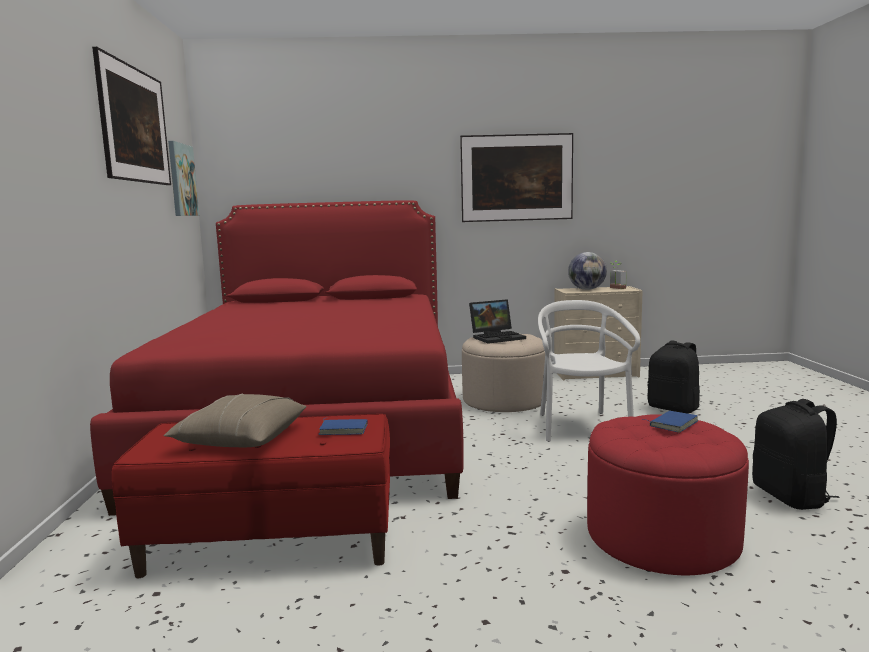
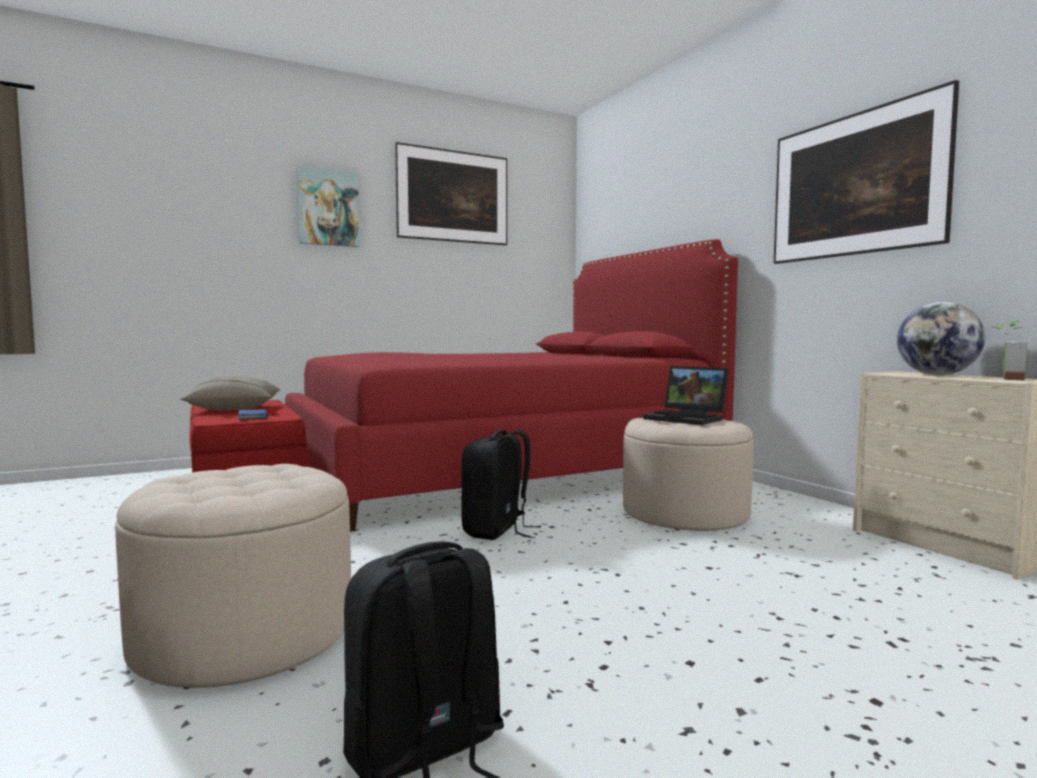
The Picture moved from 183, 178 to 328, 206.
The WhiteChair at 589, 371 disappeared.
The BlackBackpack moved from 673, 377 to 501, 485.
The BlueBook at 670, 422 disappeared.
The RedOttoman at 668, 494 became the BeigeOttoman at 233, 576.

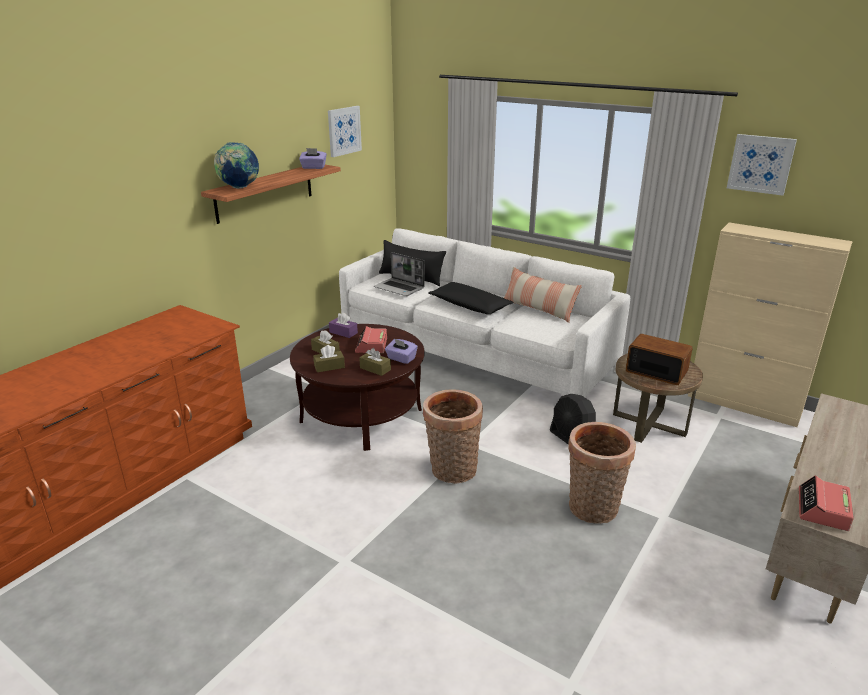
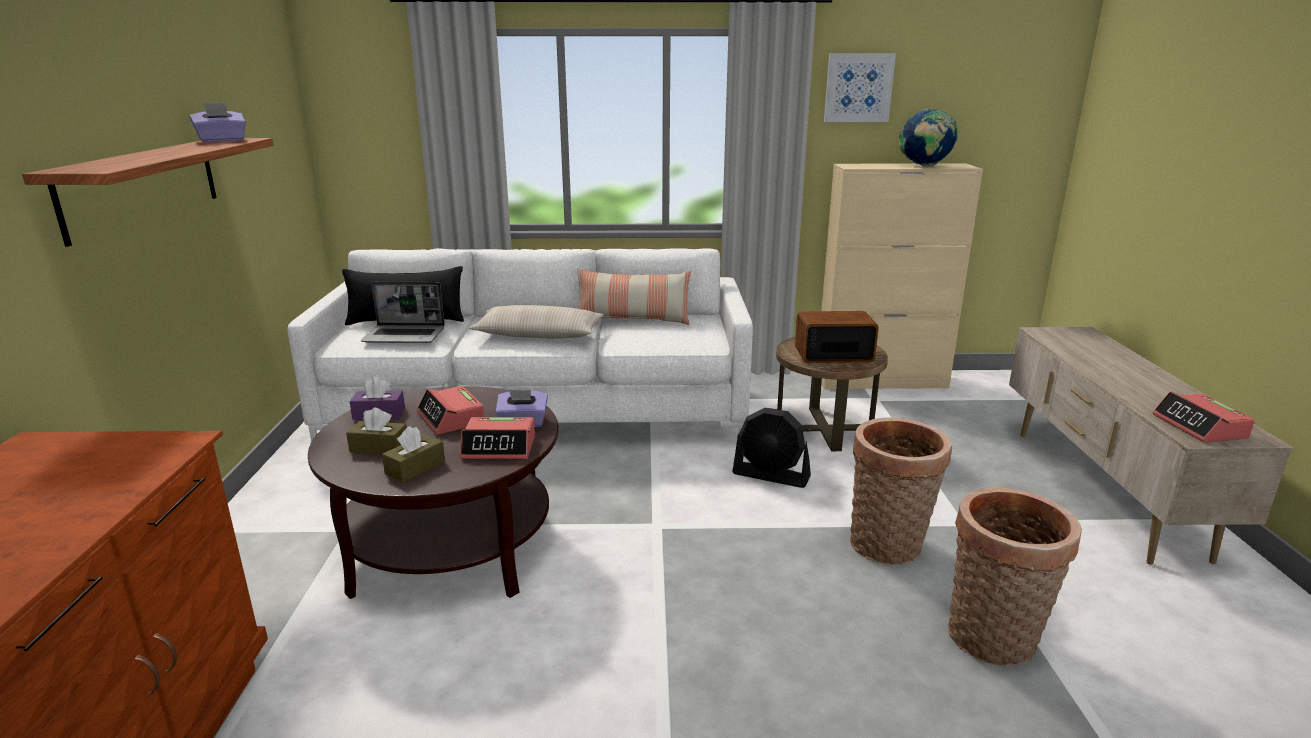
The Picture at 345, 131 disappeared.
The Globe moved from 236, 165 to 928, 137.
The BlackPillow at 471, 298 became the BeigePillow at 536, 322.
The BrownTissueBox at 375, 362 was replaced by the AlarmClock at 497, 438.
The Basket moved from 453, 436 to 1015, 576.

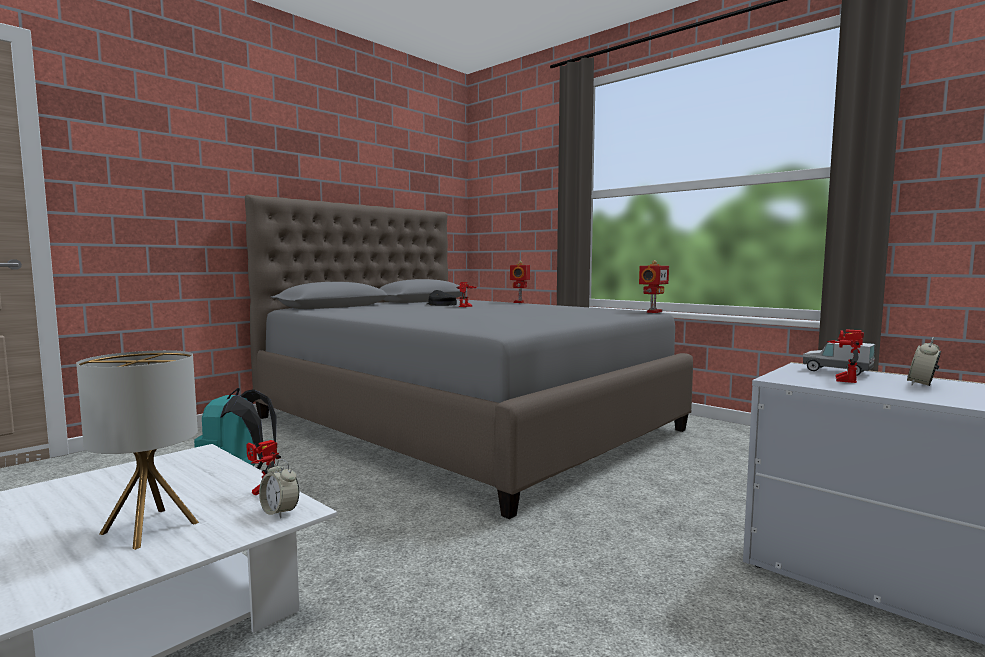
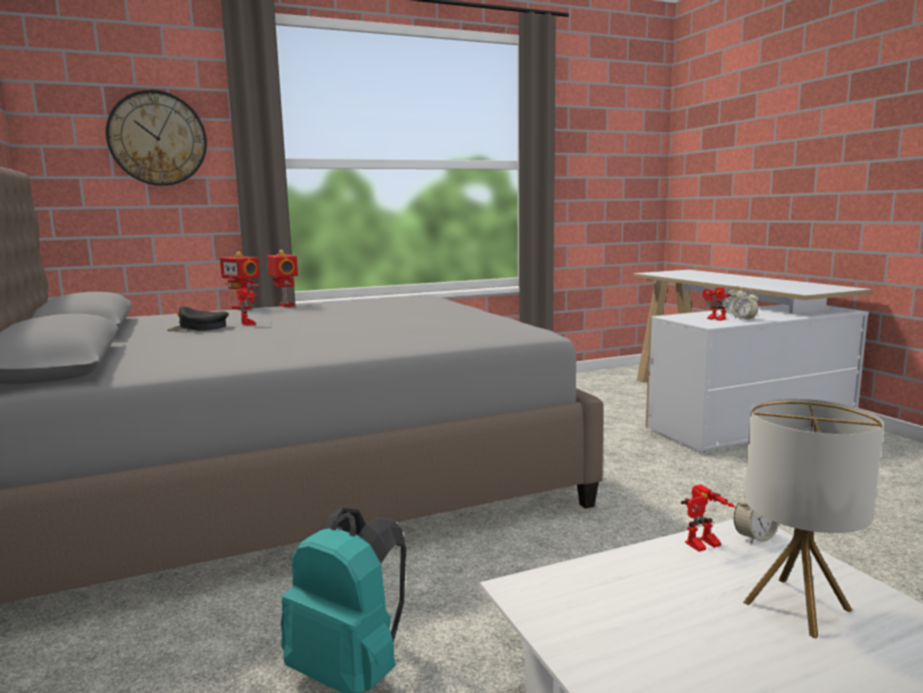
The ToyRobot moved from 654, 286 to 282, 278.
The ToyTruck at 839, 359 disappeared.
The WallClock at 156, 138 appeared.
The AlarmClock at 745, 304 appeared.

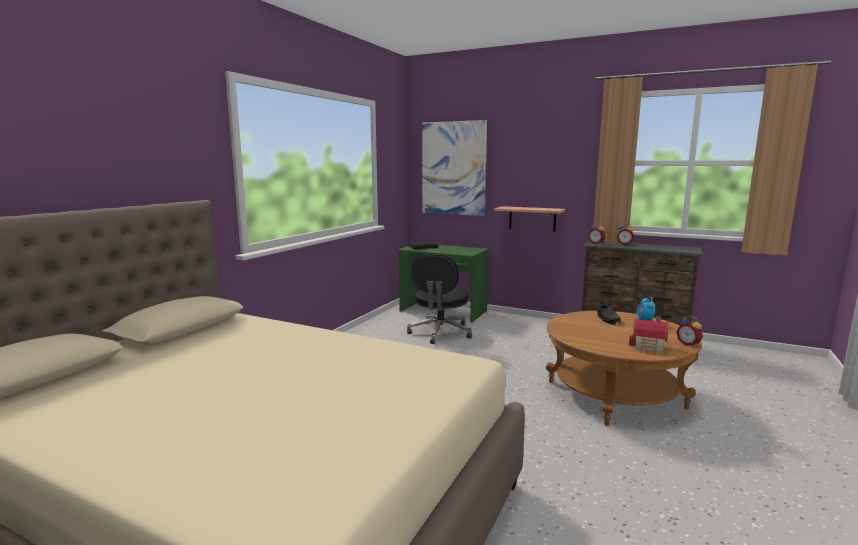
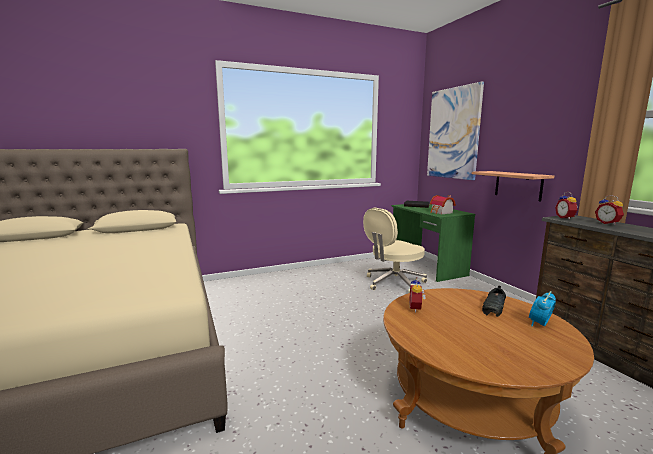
The BlackOfficeChair at 439, 299 became the BeigeOfficeChair at 395, 250.
The ToyHouse moved from 649, 335 to 443, 204.
The AlarmClock moved from 689, 331 to 418, 294.

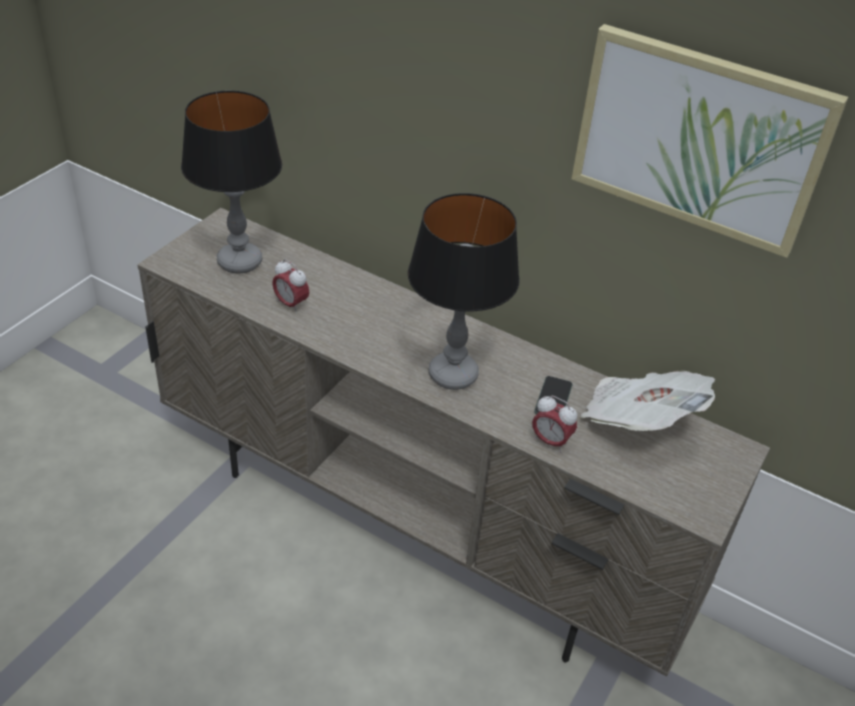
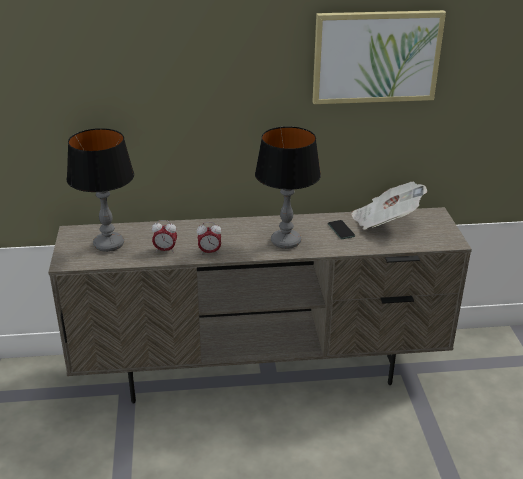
The AlarmClock moved from 554, 424 to 209, 238.

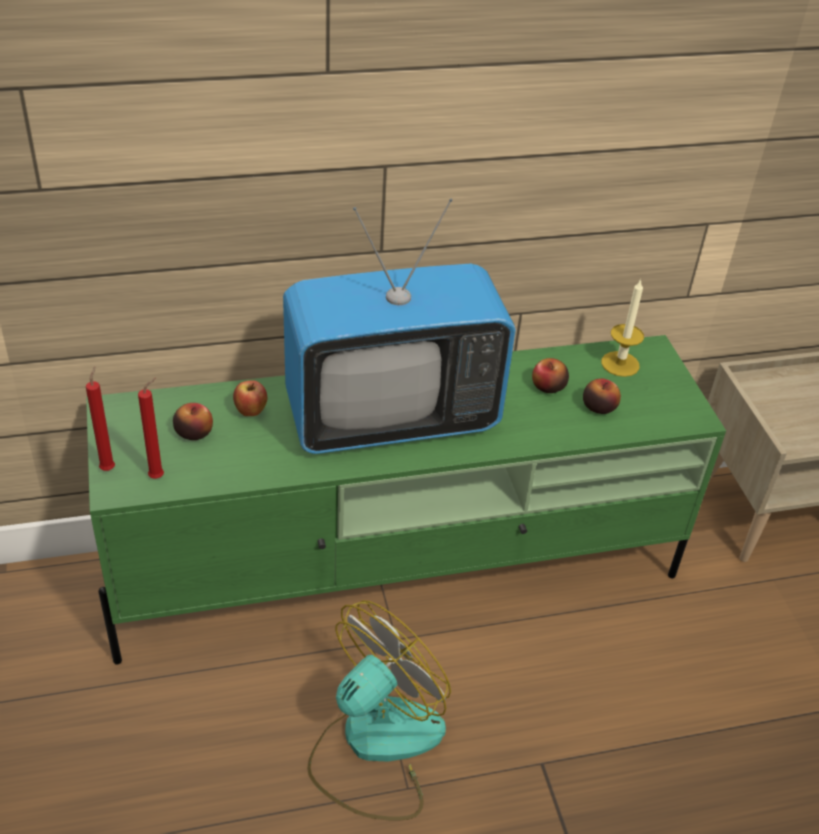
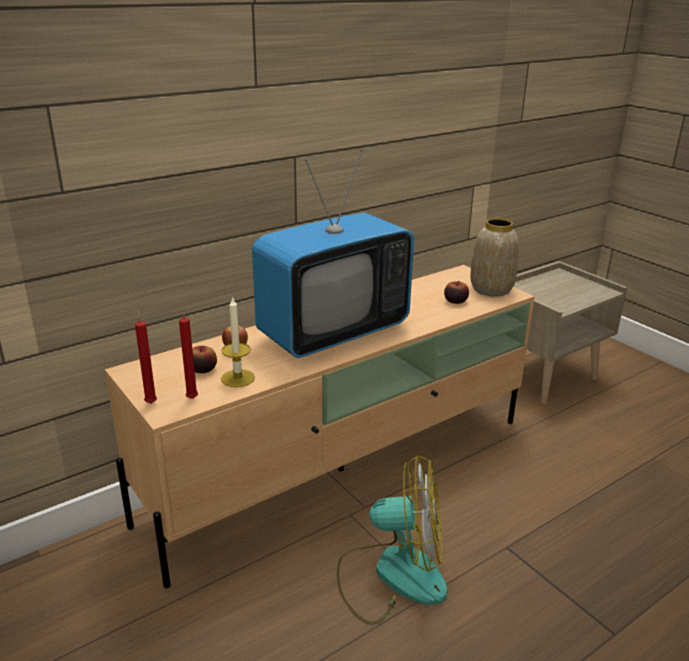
The Candle moved from 622, 328 to 238, 341.
The GreenTvStand at 406, 499 became the BeigeTvStand at 320, 426.
The Apple at 550, 375 disappeared.
The Fan at 379, 710 turned 75 degrees clockwise.
The Vase at 494, 257 appeared.

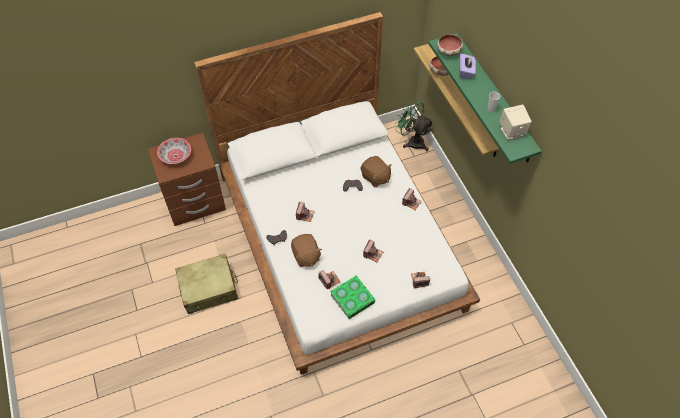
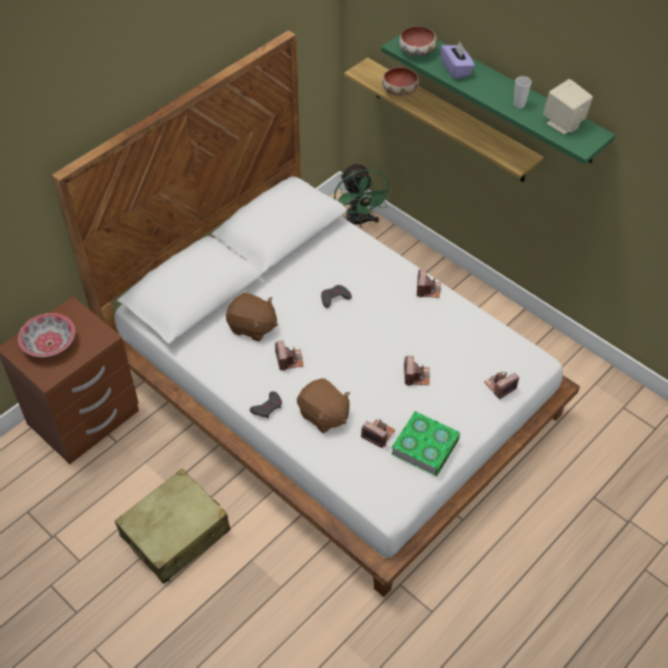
The GreenFan at 414, 125 turned 120 degrees counterclockwise.
The BrownPlushToy moved from 376, 171 to 252, 317.

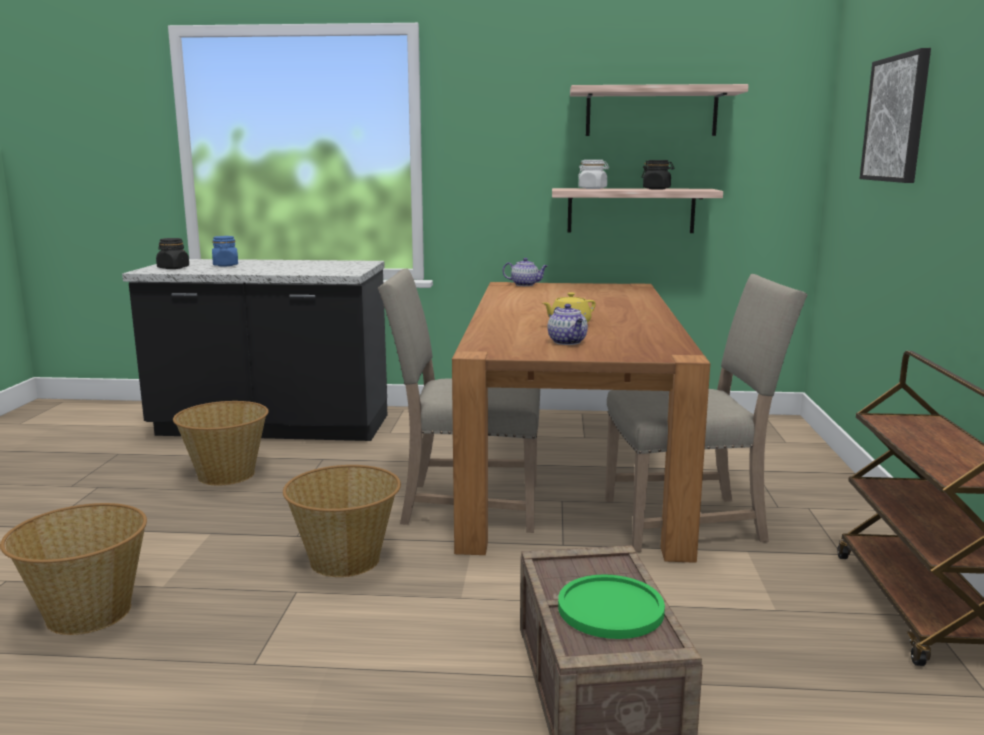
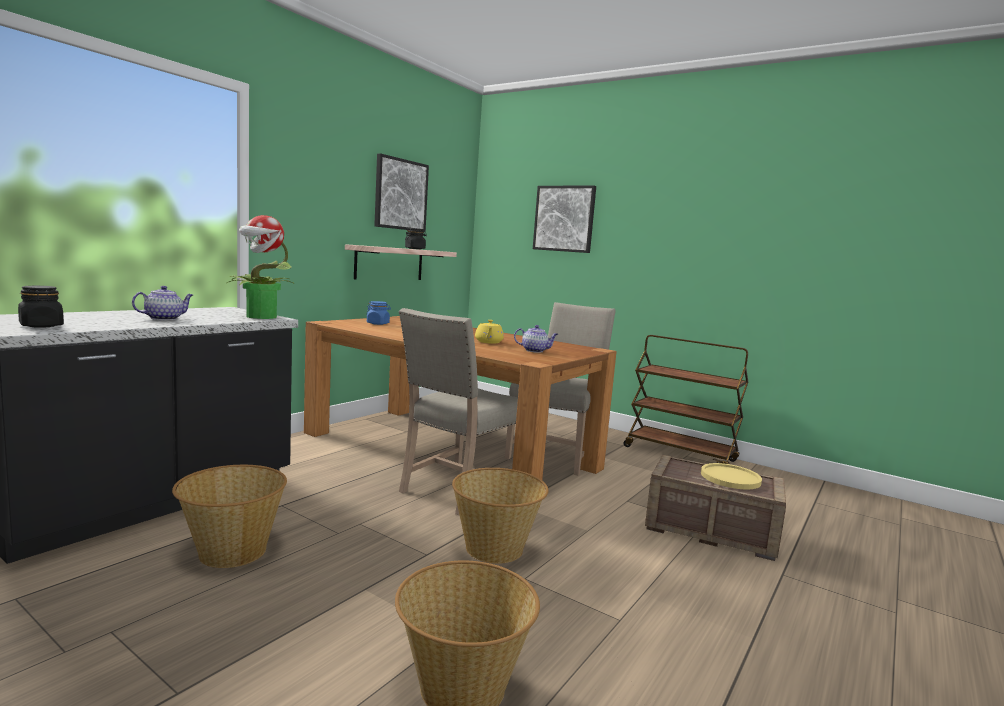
The Shelf at 659, 110 was replaced by the Picture at 401, 192.
The WhiteJar at 593, 174 disappeared.
The BlueJar moved from 225, 251 to 378, 313.
The Teapot moved from 525, 272 to 162, 303.
The GreenPlate at 611, 606 became the YellowPlate at 731, 476.
The PottedPlant at 261, 267 appeared.

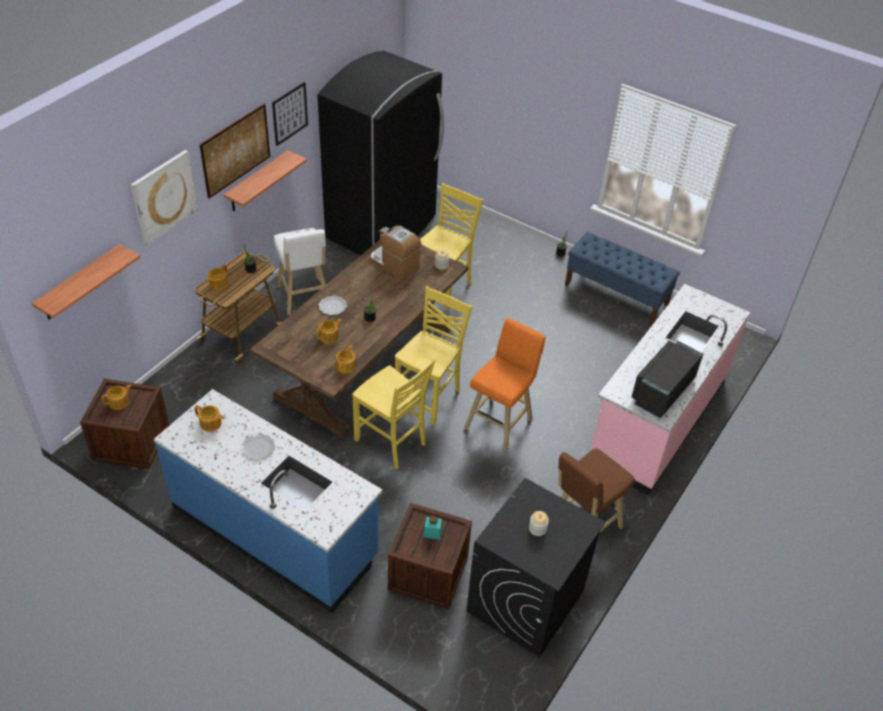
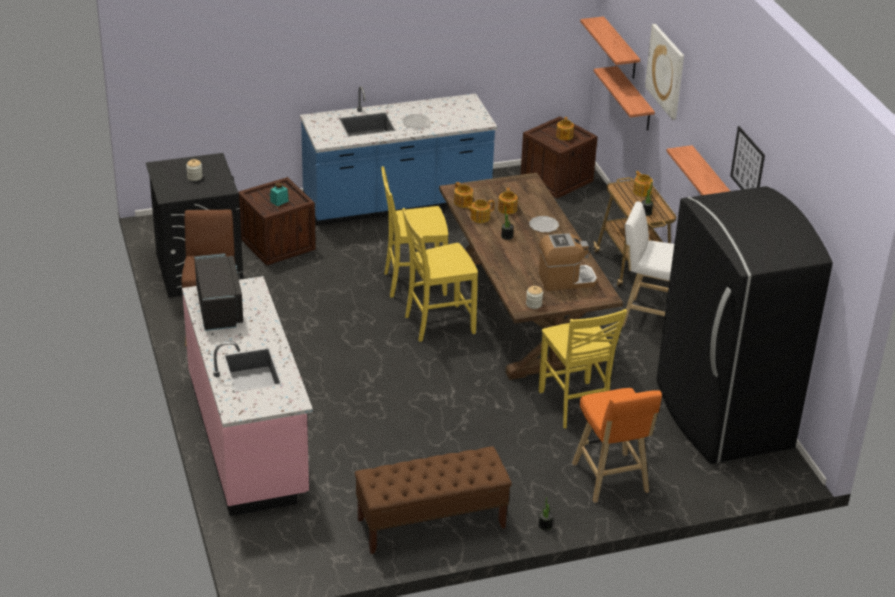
The Picture at 235, 151 disappeared.
The BlueBench at 622, 278 became the BrownBench at 433, 500.
The YellowChair at 433, 355 turned 90 degrees clockwise.
The OrangeStool moved from 504, 384 to 617, 445.
The Teapot moved from 209, 418 to 480, 211.
The Shelf at 624, 98 appeared.

